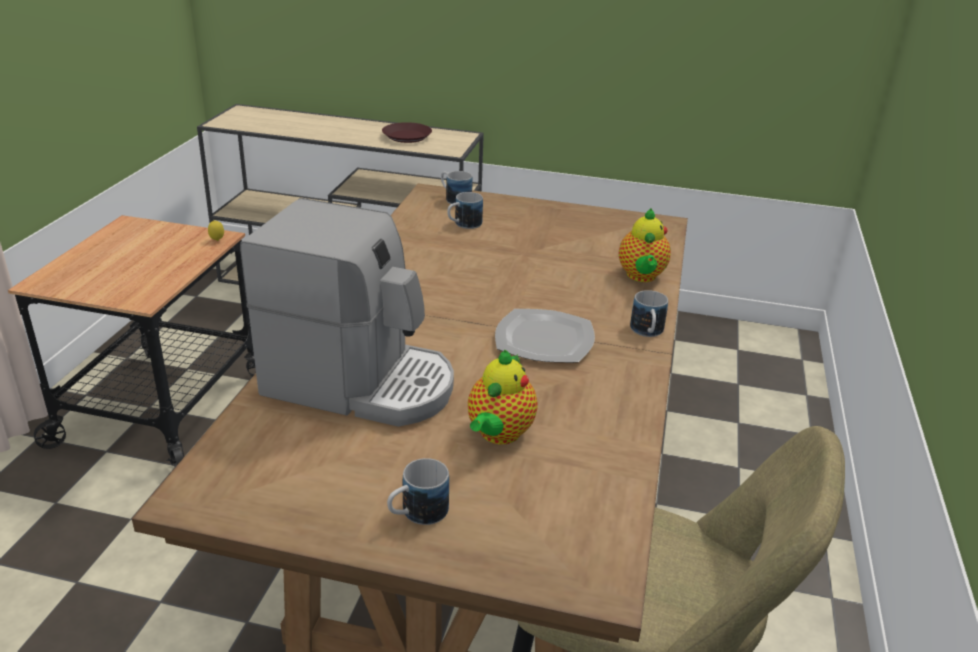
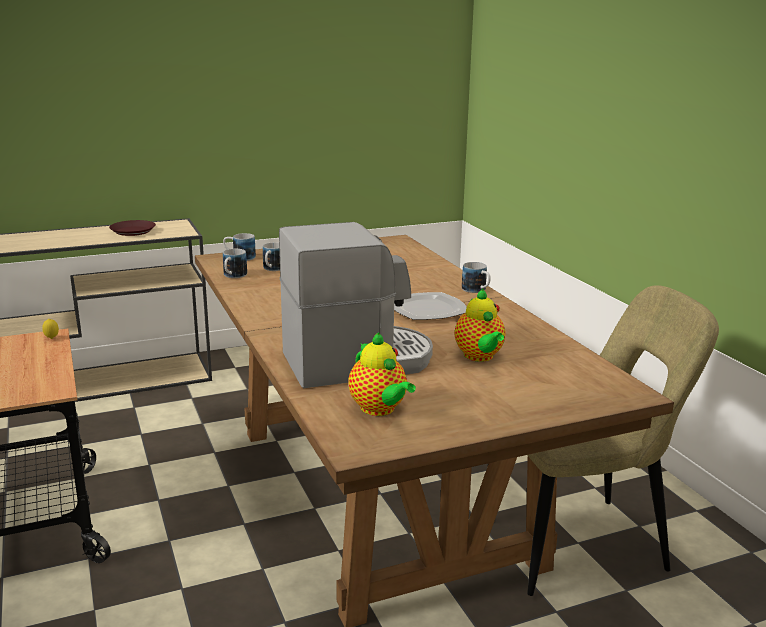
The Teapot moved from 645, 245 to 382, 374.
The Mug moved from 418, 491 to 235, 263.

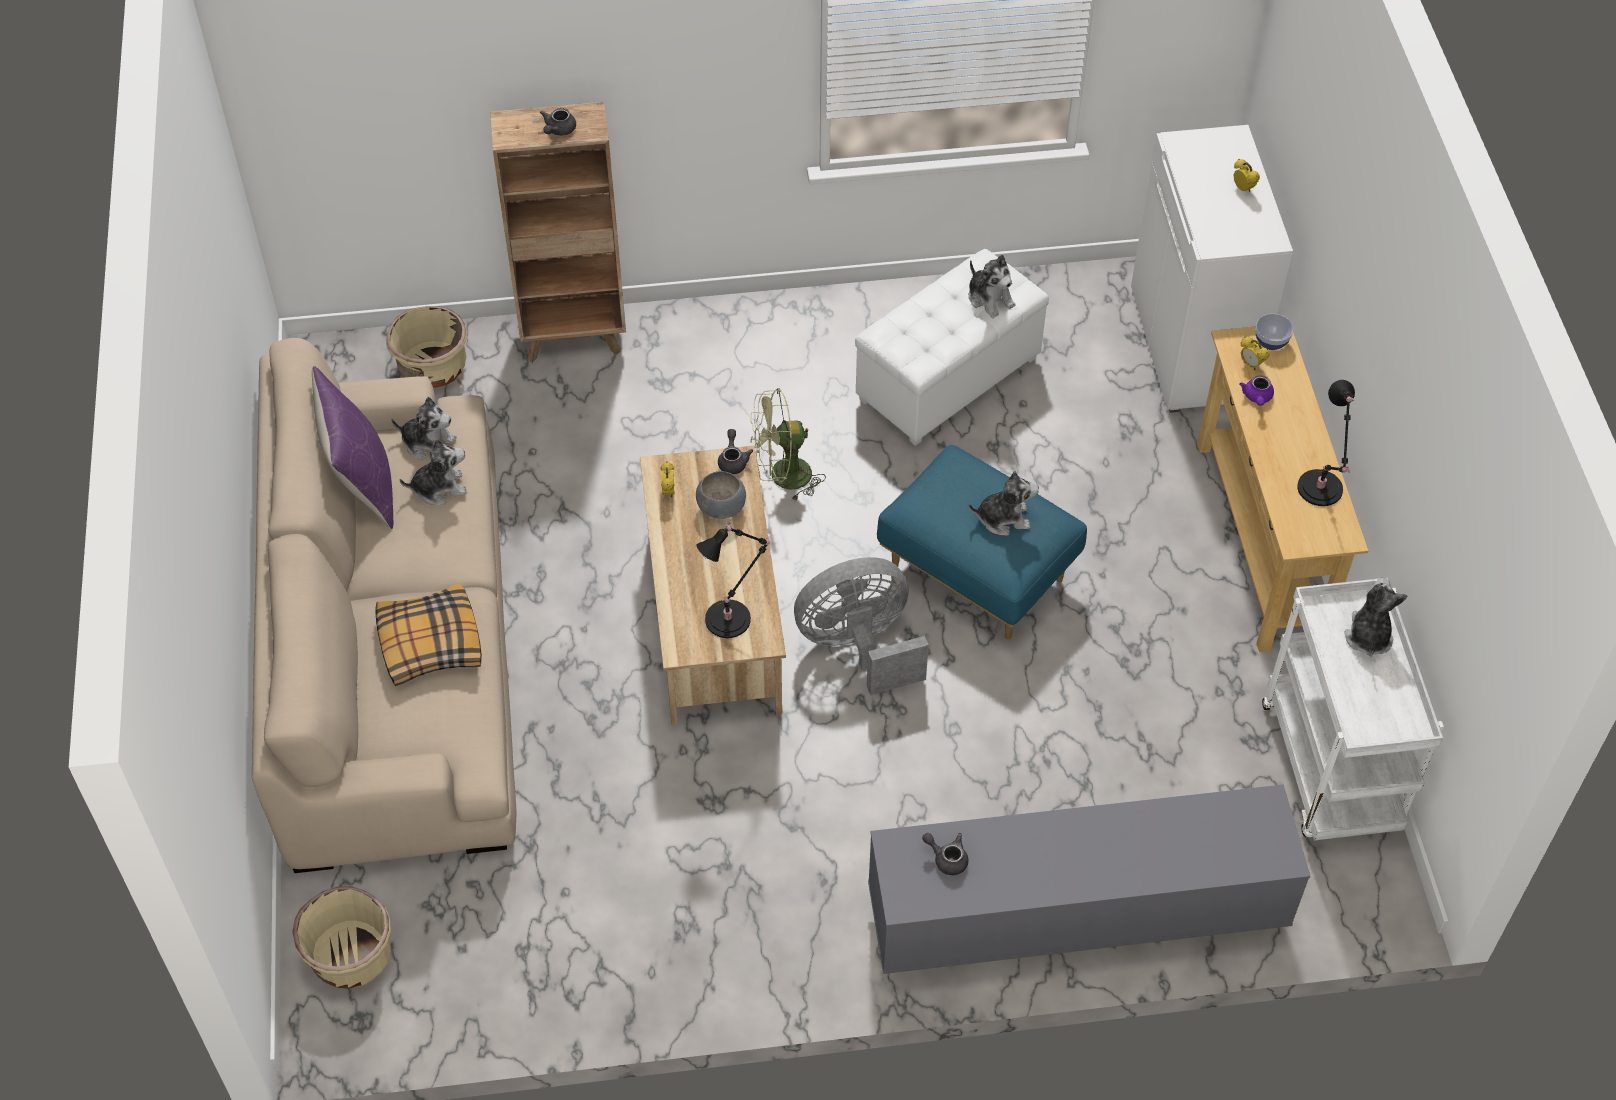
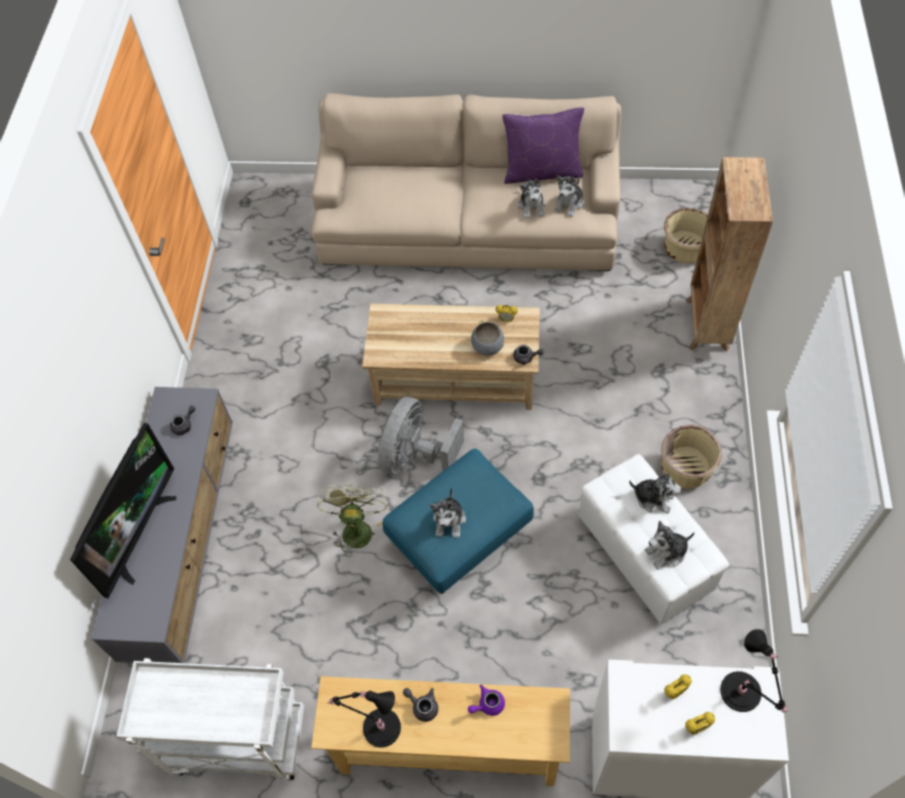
The GreyTeapot moved from 558, 122 to 420, 705.
The Bowl at 1275, 332 disappeared.
The AlarmClock moved from 1255, 353 to 678, 687.
The PurpleTeapot at 1256, 390 turned 45 degrees counterclockwise.
The GreenFan moved from 788, 445 to 352, 520.
The BlackTableLamp moved from 733, 580 to 754, 671.
The GreyFan at 861, 626 turned 150 degrees counterclockwise.
The PlushToy moved from 1376, 617 to 655, 493.
The Pillow at 428, 634 disappeared.
The BeigePlanter moved from 341, 937 to 691, 457.
The Television at 123, 510 appeared.

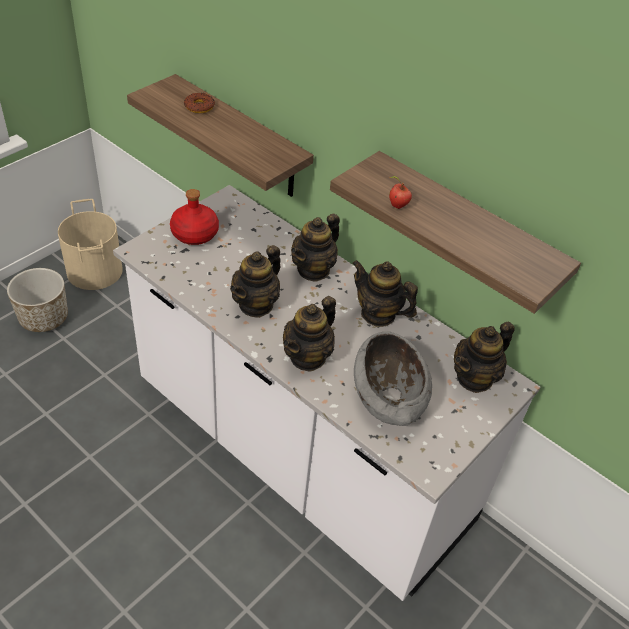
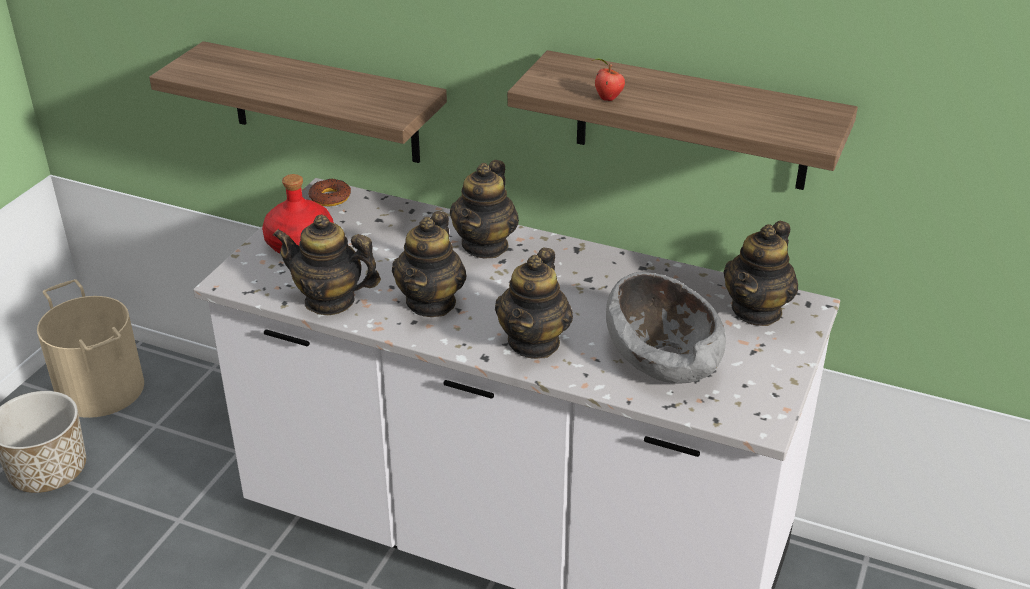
The Donut moved from 199, 103 to 329, 192.
The Teapot moved from 385, 293 to 326, 265.

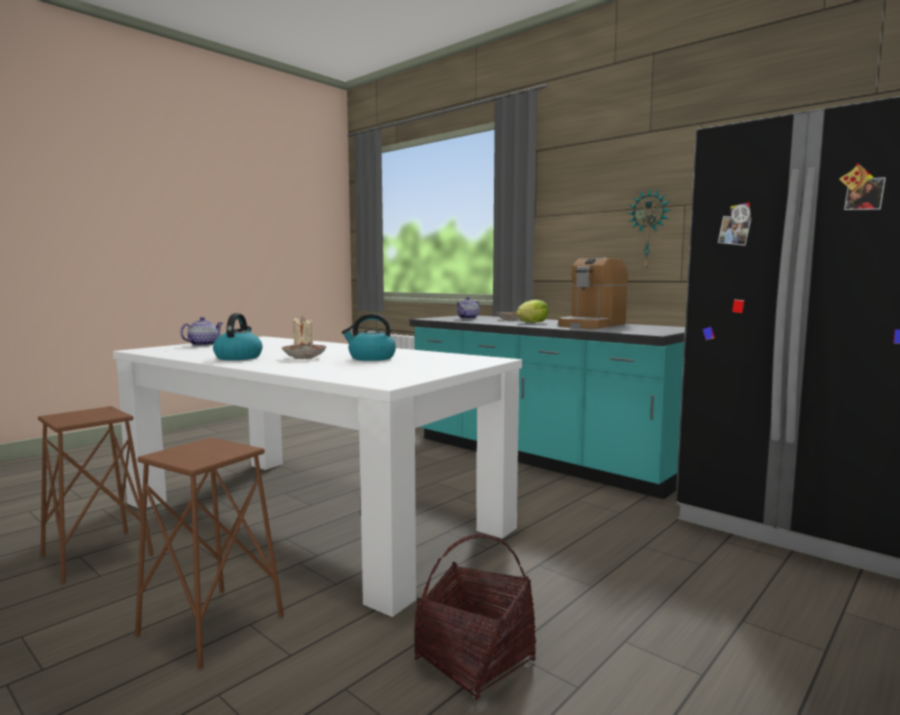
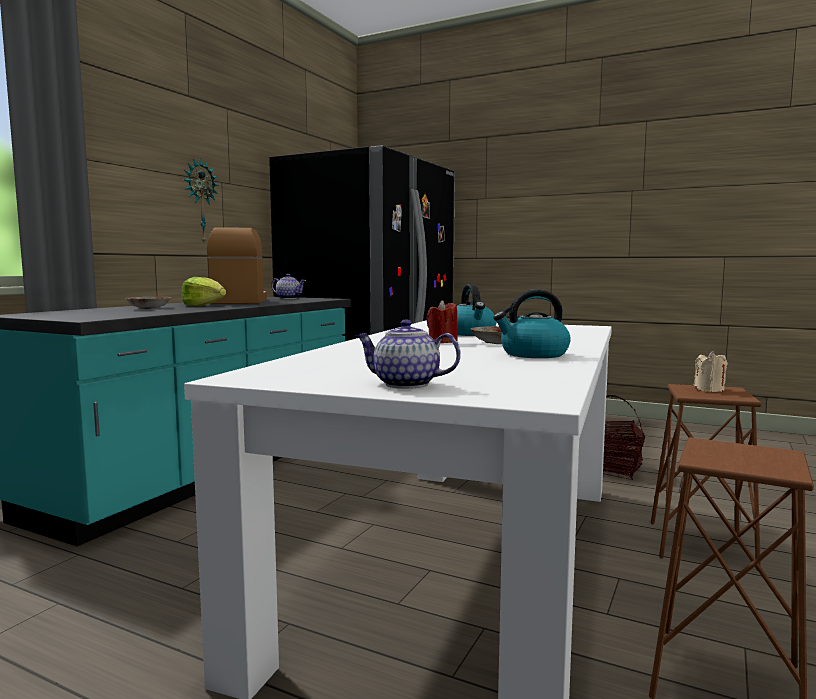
The CoffeeMachine at 593, 292 turned 120 degrees counterclockwise.
The Teapot moved from 468, 308 to 288, 286.
The BeigeCandle moved from 303, 331 to 710, 371.
The RedCandle at 442, 321 appeared.

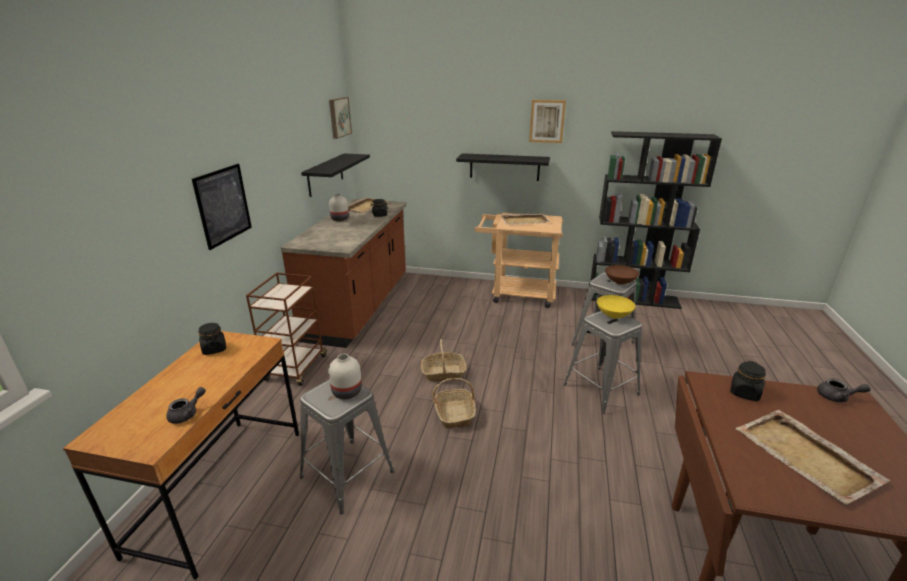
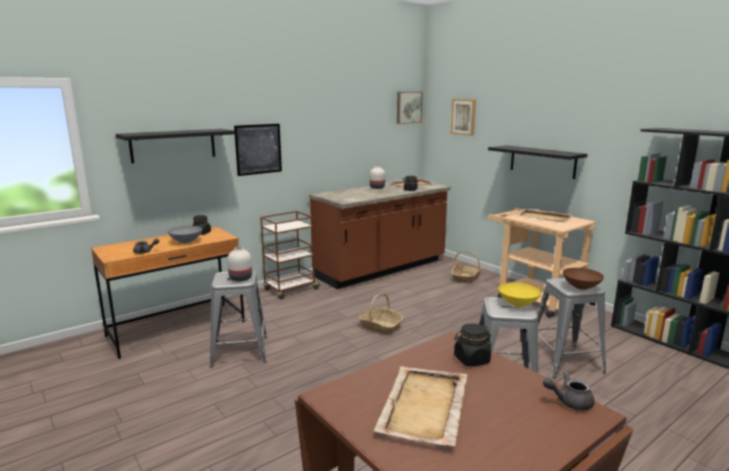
The Picture moved from 547, 121 to 463, 117.
The BlackShelf moved from 335, 175 to 175, 146.
The Basket moved from 454, 403 to 466, 267.
The GreyTeapot at 844, 390 turned 120 degrees clockwise.
The GreyBowl at 185, 234 appeared.

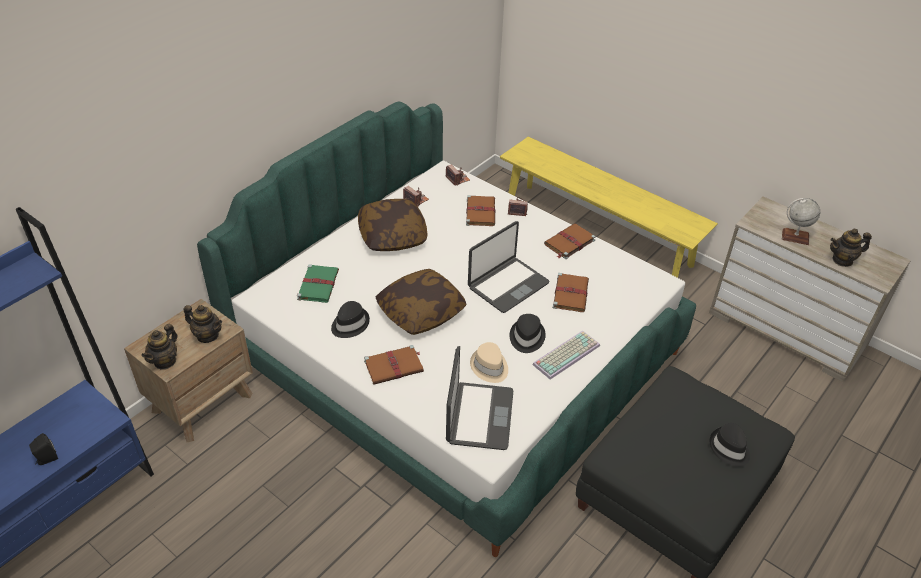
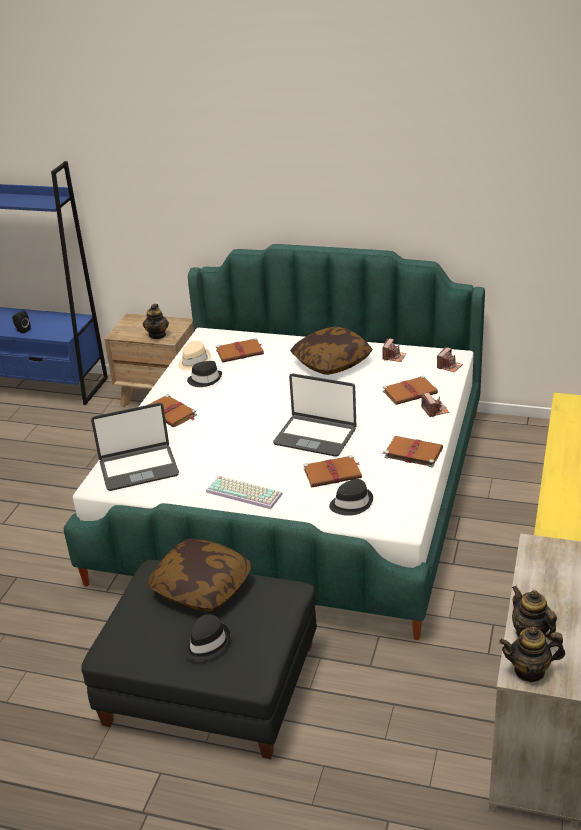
The Globe at 801, 221 disappeared.
The GreenBook at 318, 283 became the BrownBook at 240, 350.
The Pillow moved from 421, 302 to 199, 575.
The BlackHat moved from 528, 333 to 351, 497.
The Teapot moved from 159, 347 to 532, 654.
The BeigeHat moved from 489, 362 to 194, 356.

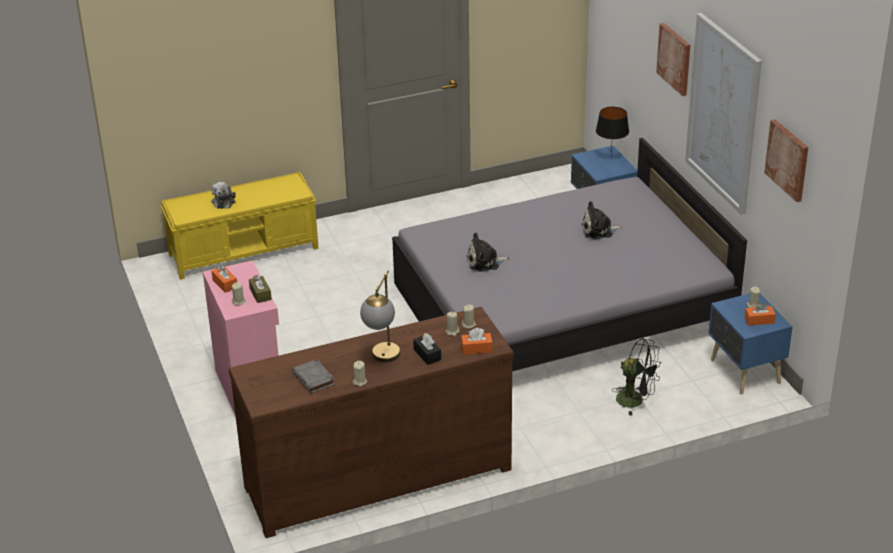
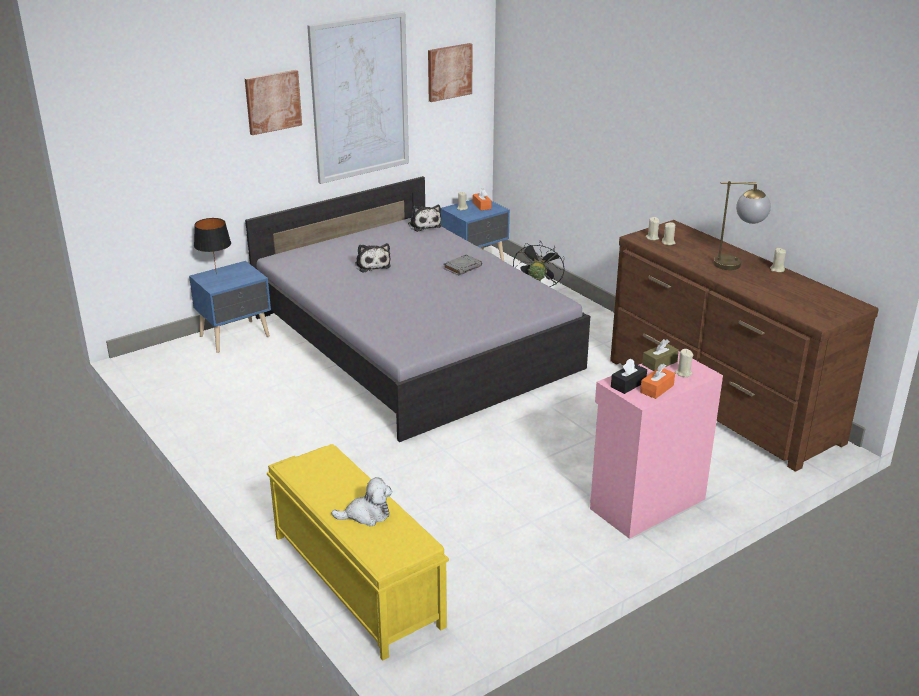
The PlushToy moved from 488, 252 to 425, 218.
The OrangeTissueBox at 477, 341 disappeared.
The BlackTissueBox moved from 427, 349 to 629, 376.
The GreyBook moved from 313, 376 to 462, 265.

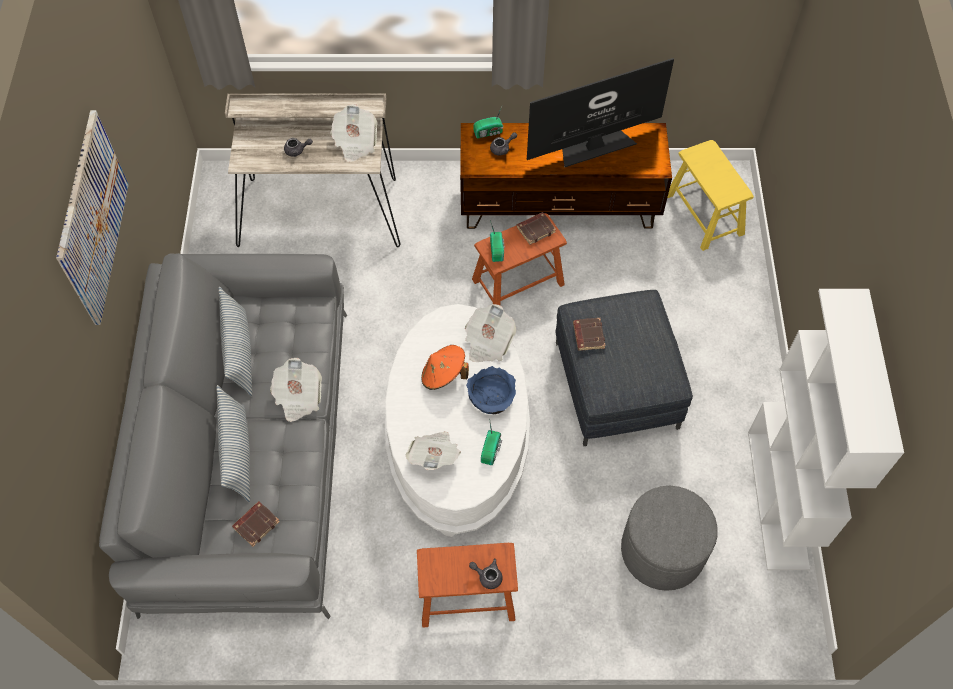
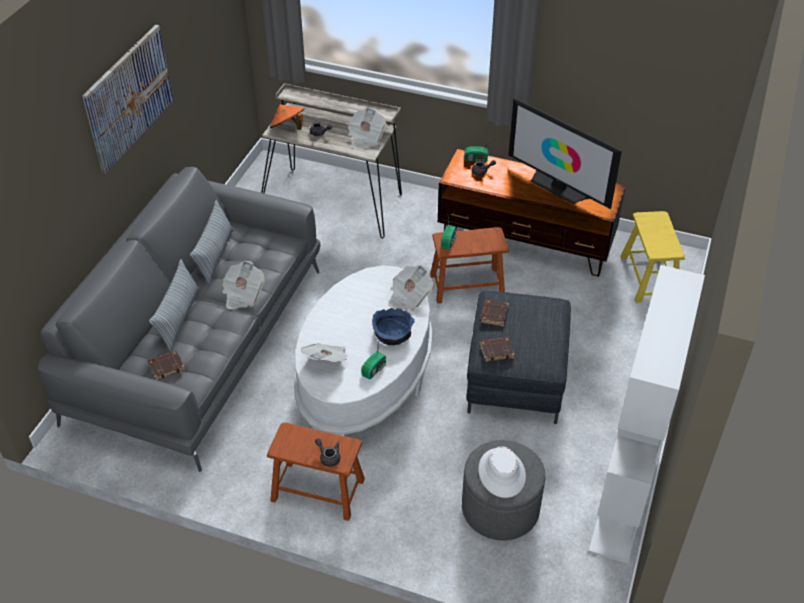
The Television at 600, 113 turned 135 degrees counterclockwise.
The BrownBook moved from 536, 228 to 497, 349.
The OrangeHat moved from 445, 367 to 287, 117.
The WhiteHat at 502, 472 appeared.

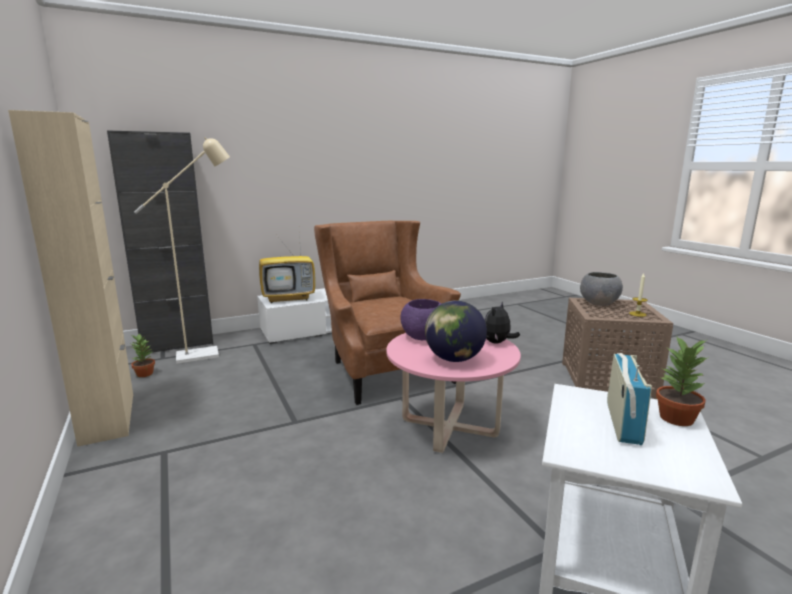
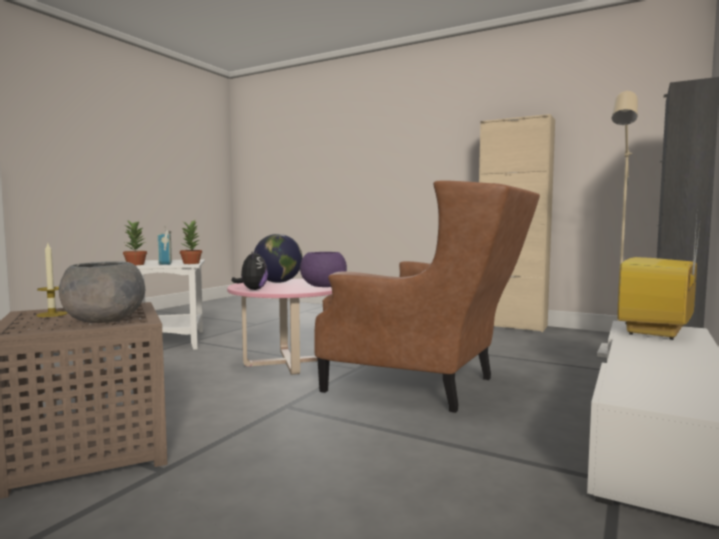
The PottedPlant moved from 143, 355 to 191, 242.

